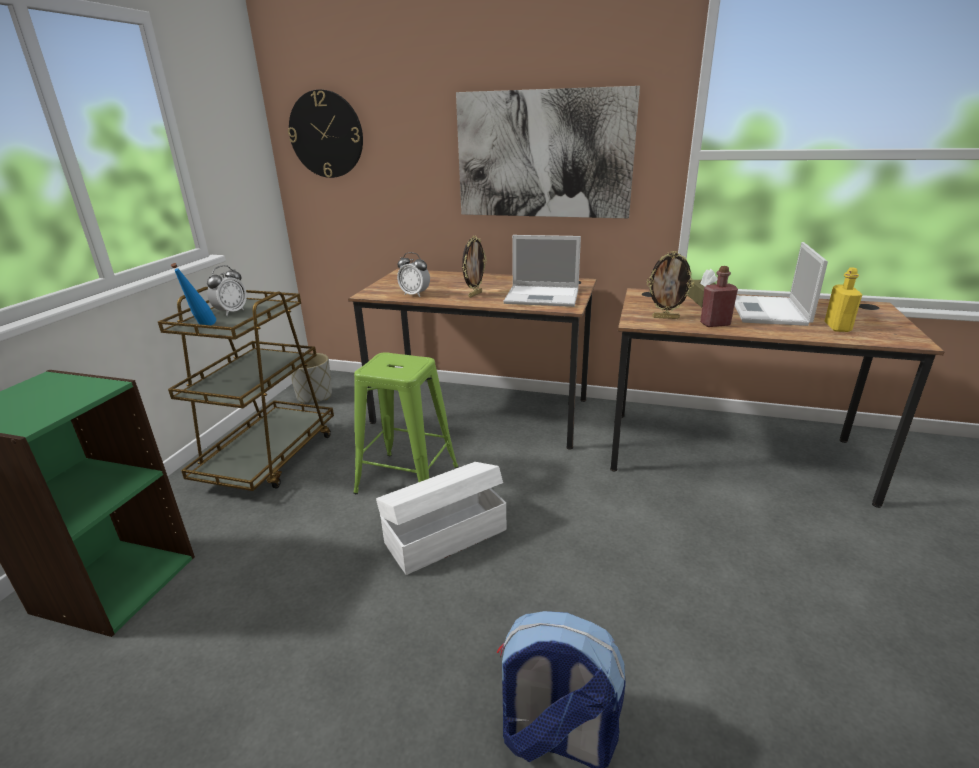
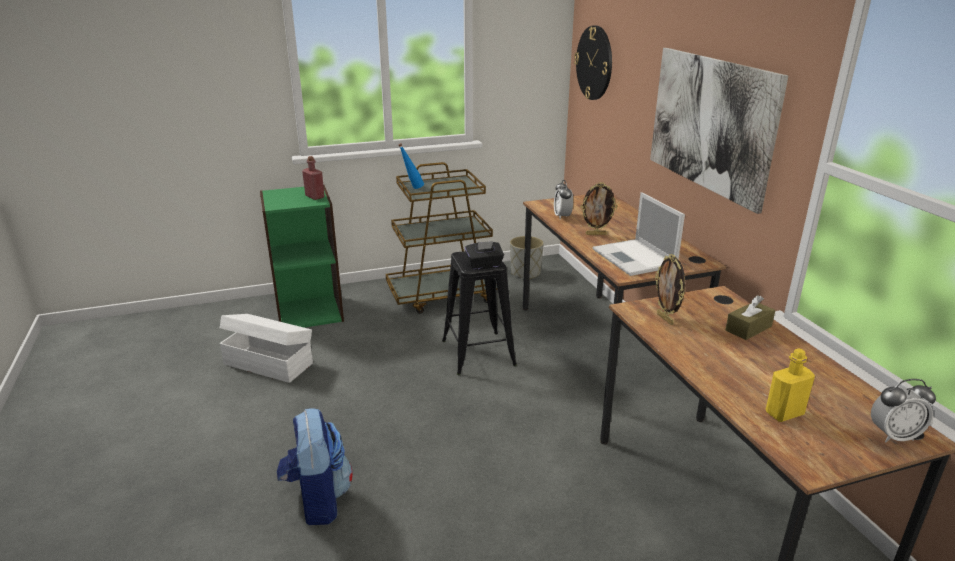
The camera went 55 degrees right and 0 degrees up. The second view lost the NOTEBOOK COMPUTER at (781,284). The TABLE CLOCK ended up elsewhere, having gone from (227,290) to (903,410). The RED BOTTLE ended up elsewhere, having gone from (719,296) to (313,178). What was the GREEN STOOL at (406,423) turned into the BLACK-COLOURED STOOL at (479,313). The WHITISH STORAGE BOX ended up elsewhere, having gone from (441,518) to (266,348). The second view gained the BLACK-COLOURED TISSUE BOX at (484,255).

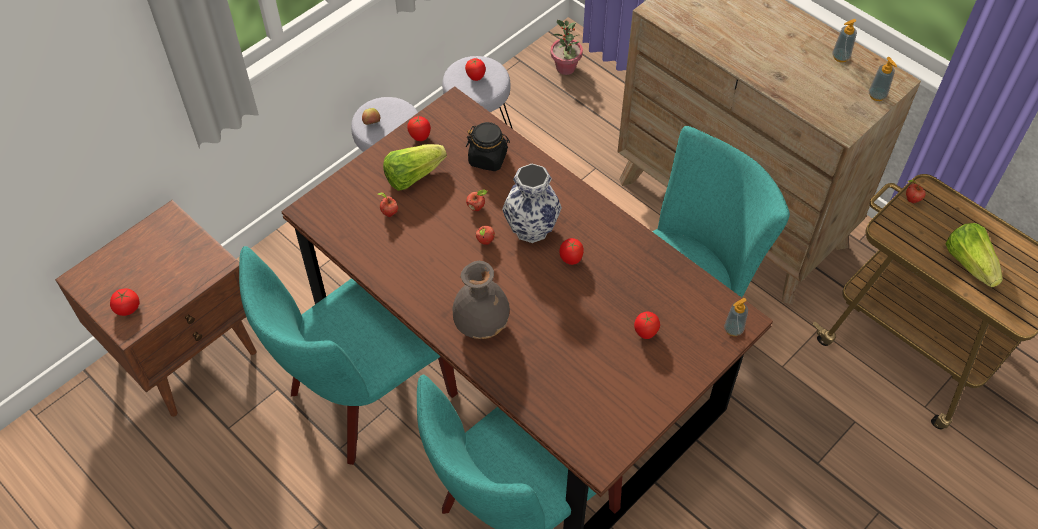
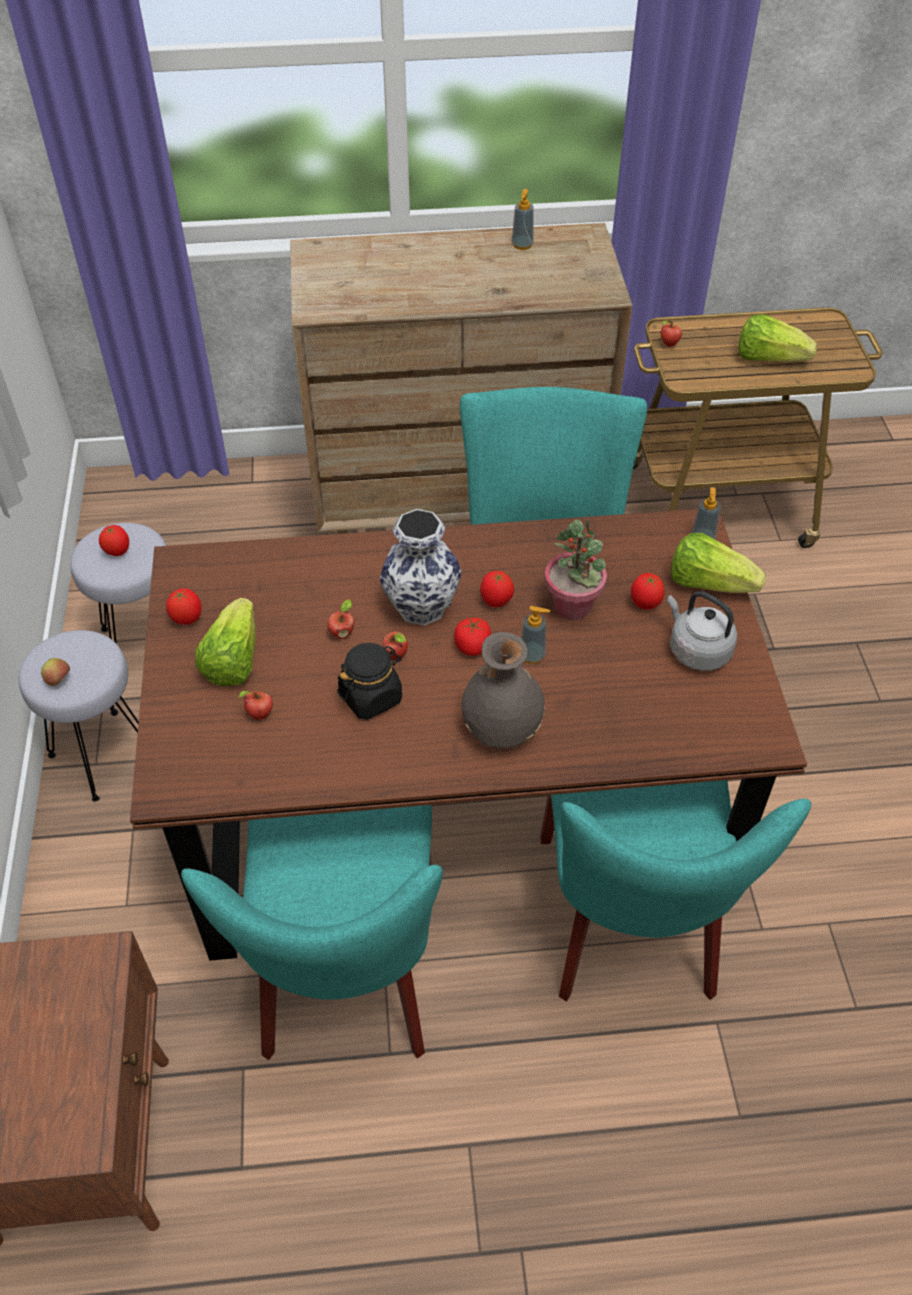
The camera went 50 degrees left and 5 degrees down. The PLANT IN A POT ended up elsewhere, having gone from (566,47) to (575,569). The LIQUID SOAP BOTTLE ended up elsewhere, having gone from (883,79) to (535,635). The BLACK-COLOURED JAR ended up elsewhere, having gone from (488,146) to (369,681). The WHOLE TOMATO ended up elsewhere, having gone from (125,302) to (472,637). The second view gained the LETTUCE at (718,563). The second view gained the GREY KETTLE at (702,631).

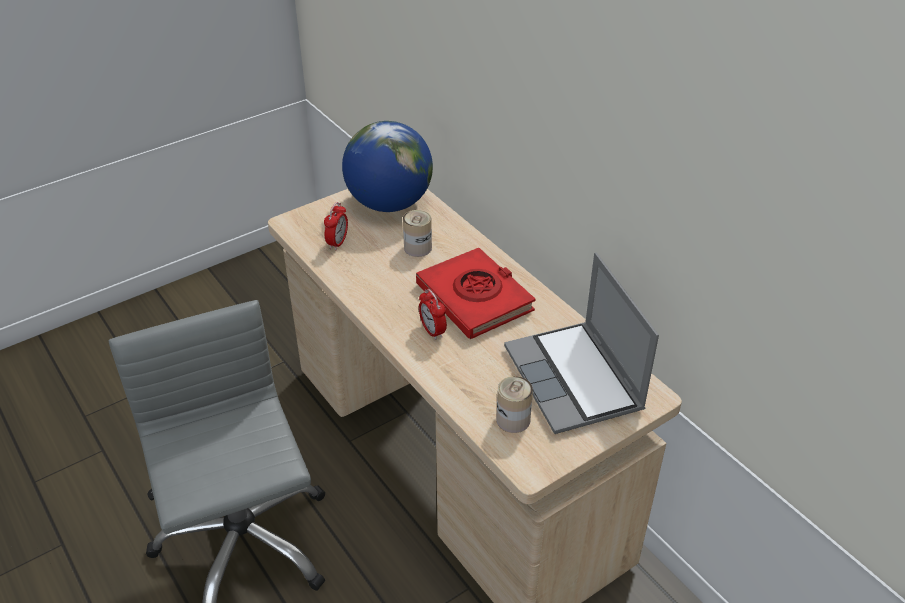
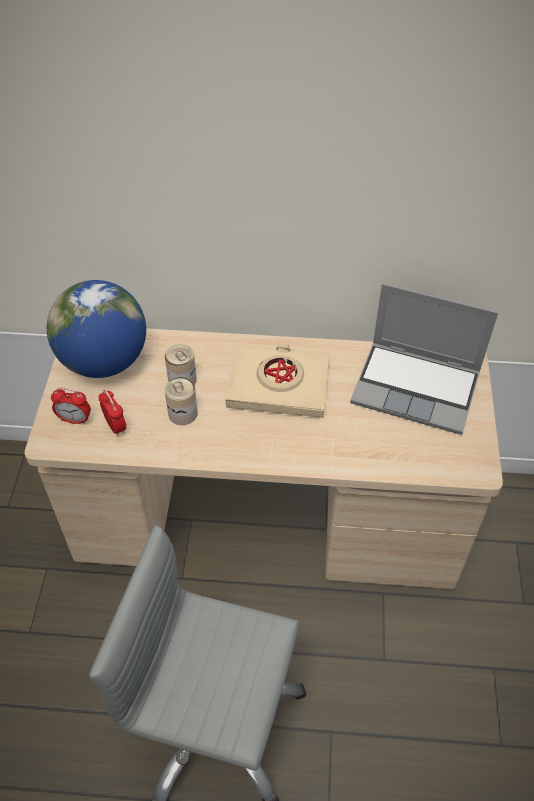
The camera went 50 degrees left and 10 degrees up. What was the RED BOUND BOOK at (476,293) turned into the SAND-COLOURED BOUND BOOK at (278,381). The TABLE CLOCK ended up elsewhere, having gone from (433,314) to (71,406). The METAL CAN ended up elsewhere, having gone from (514,404) to (181,401).

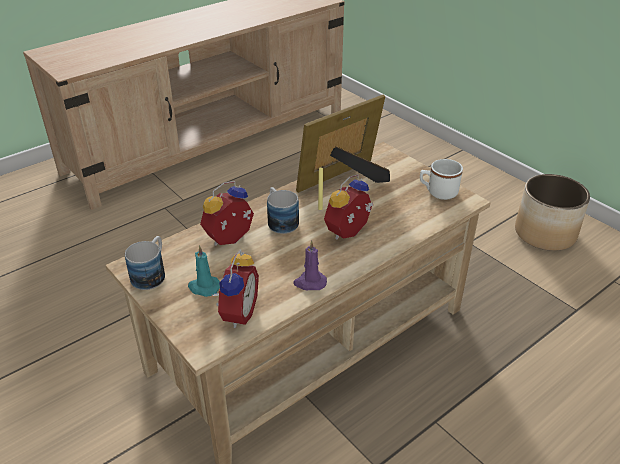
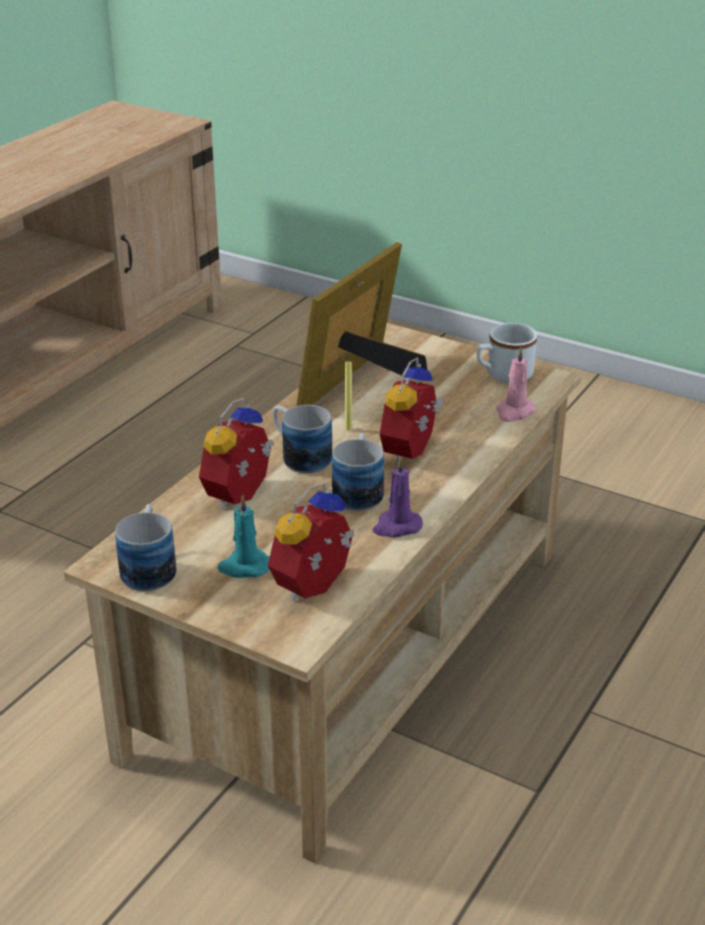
The camera went 20 degrees left and 5 degrees down. The second view lost the FLOWER POT at (552,212). The TABLE CLOCK at (235,288) ended up facing another way, 135 degrees counterclockwise from before. The second view gained the PINK CANDLE at (516,384). The second view gained the TEA MUG at (358,472).

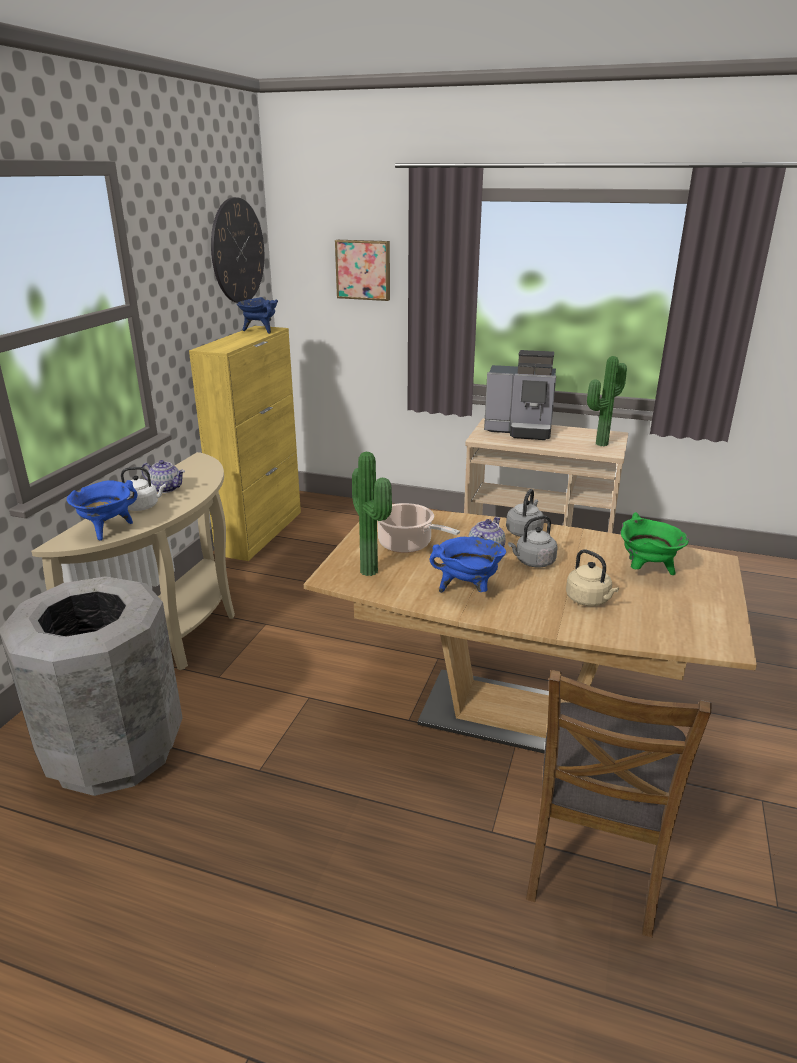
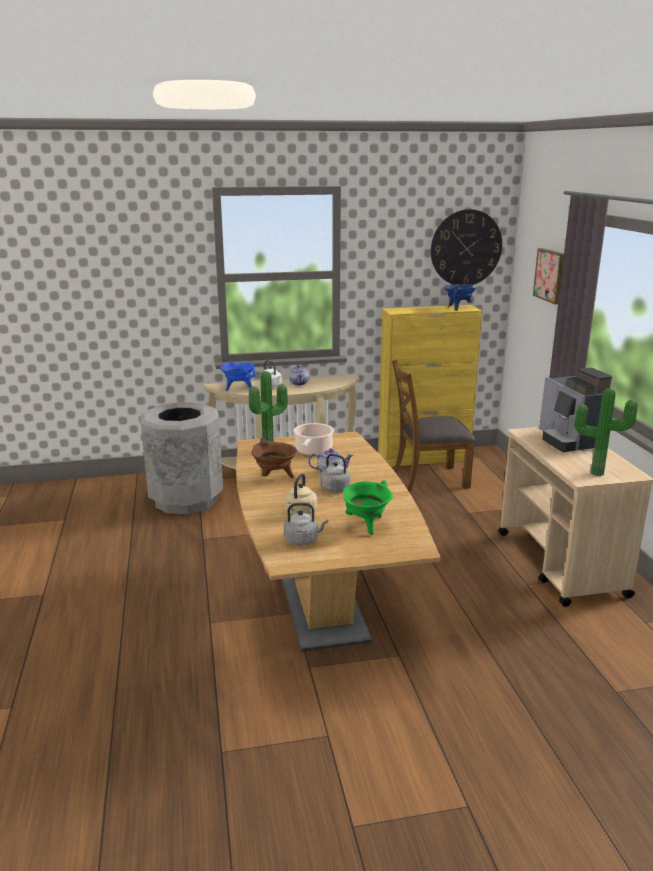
The camera went 60 degrees right and 5 degrees down. The GREY KETTLE ended up elsewhere, having gone from (525,513) to (306,524). What was the BLUISH STOCKPOT at (468,565) turned into the BROWN STOCKPOT at (274,458). The BROWN PLAIN CHAIR ended up elsewhere, having gone from (619,804) to (434,426).

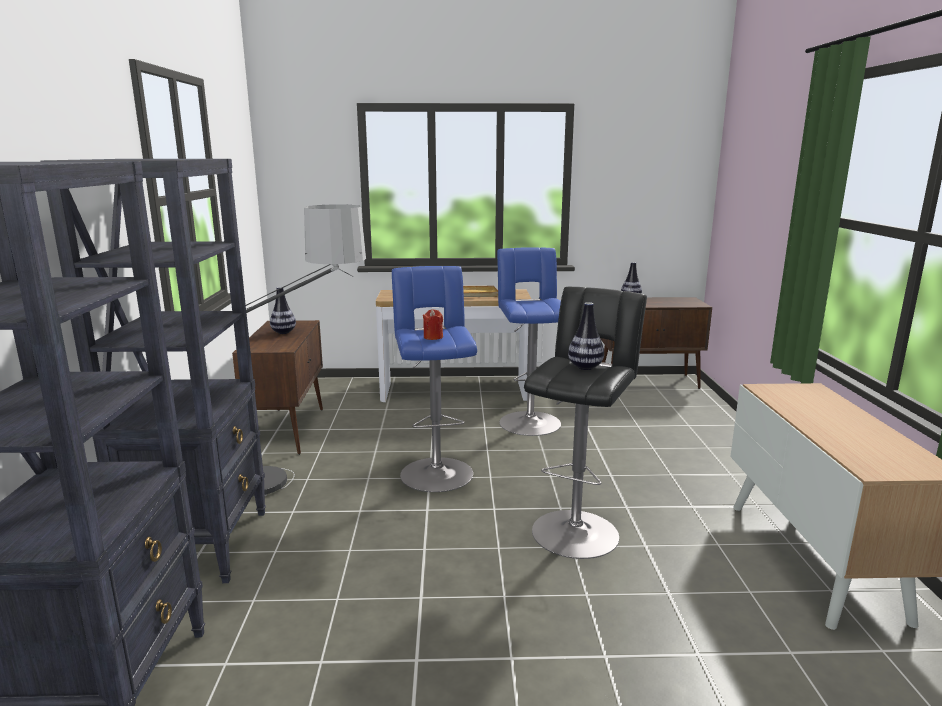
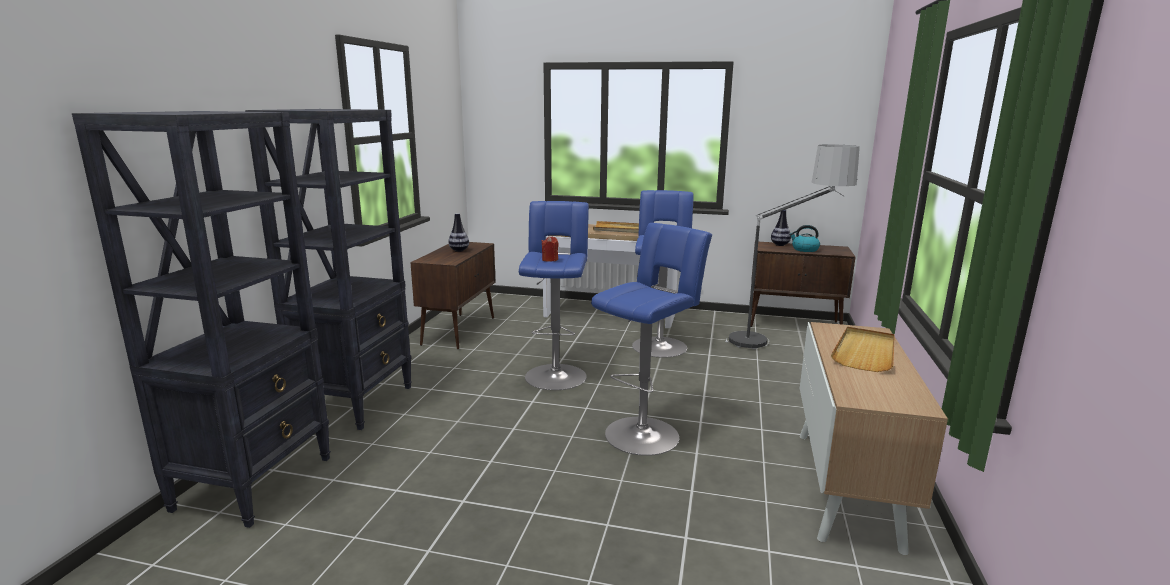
The camera went 15 degrees right and 0 degrees up. The STANDING LAMP ended up elsewhere, having gone from (306,350) to (792,246). What was the BLACK-COLOURED STOOL at (585,423) turned into the BLUISH STOOL at (651,339). The second view lost the VASE at (586,336). The second view gained the KETTLE at (804,238). The second view gained the SAND-COLOURED TRAY at (863,349).

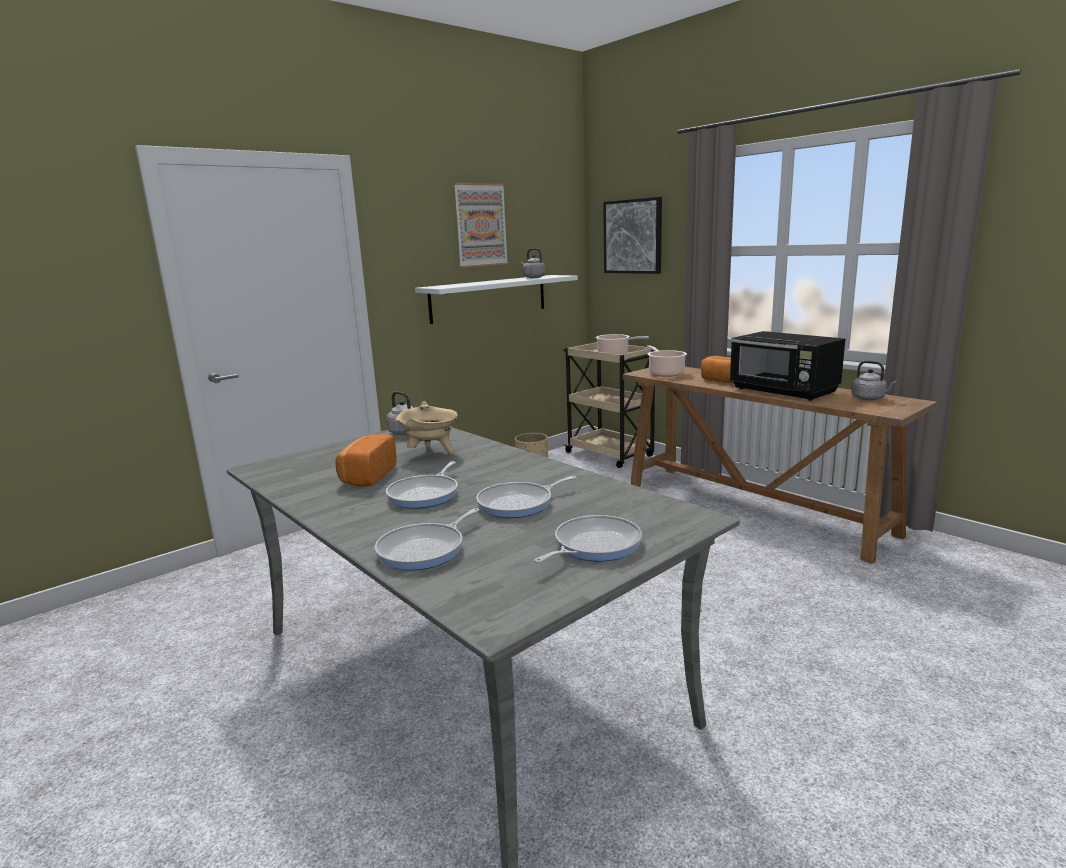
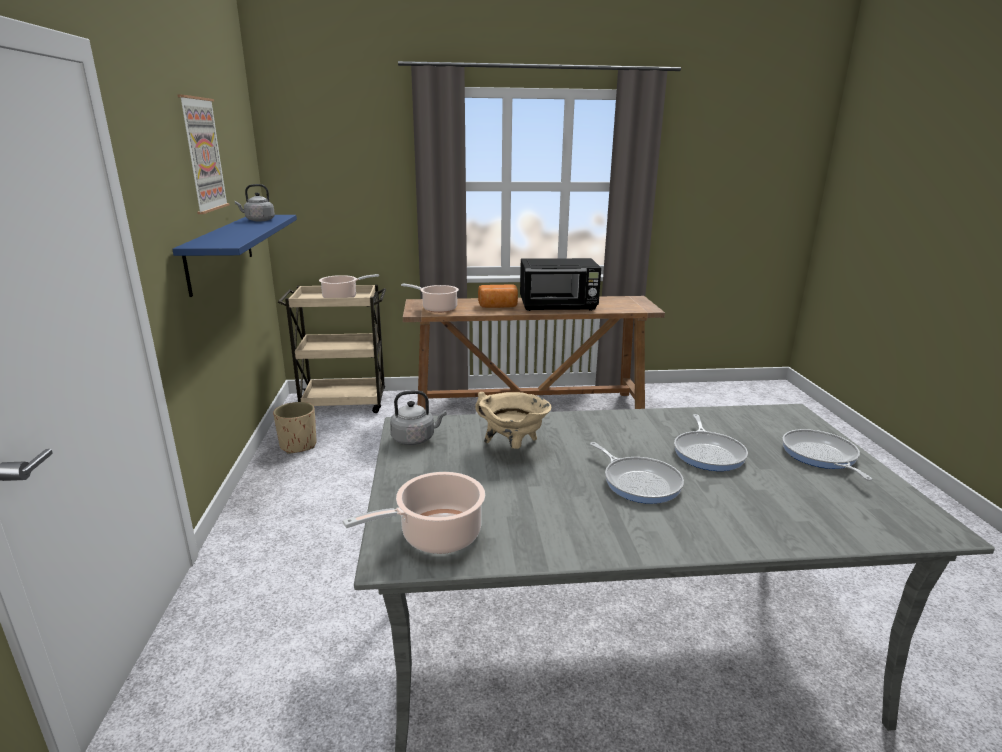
The camera went 55 degrees left and 5 degrees up. The second view lost the WALL PICTURE at (632,235). What was the WHITISH BRACKET SHELF at (496,299) turned into the BLUISH BRACKET SHELF at (234,256). The second view lost the GREY KETTLE at (874,380). The second view lost the BAKERY BREAD at (366,460). The second view lost the FRYING PAN at (427,539). The second view gained the STOCKPOT at (414,513).

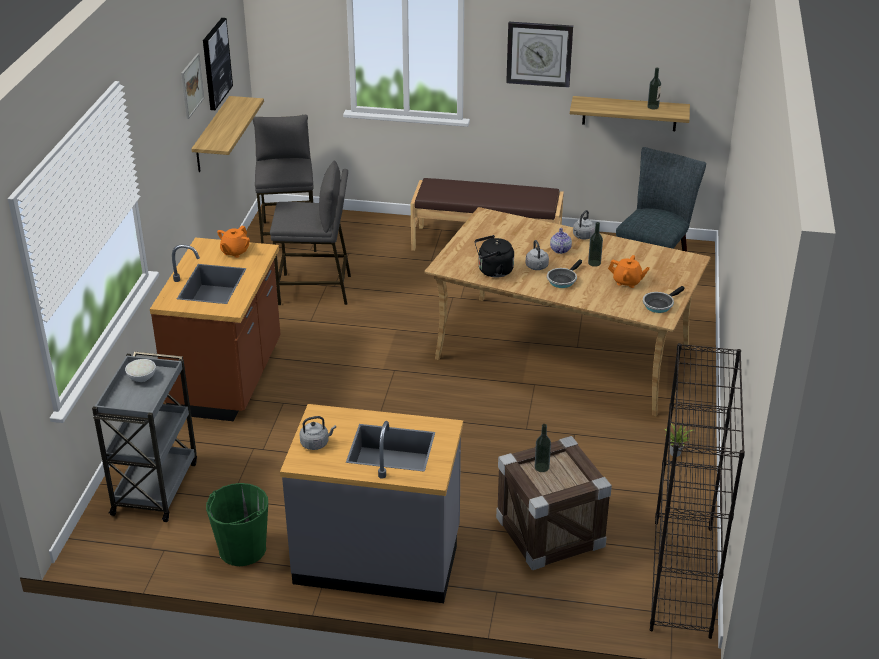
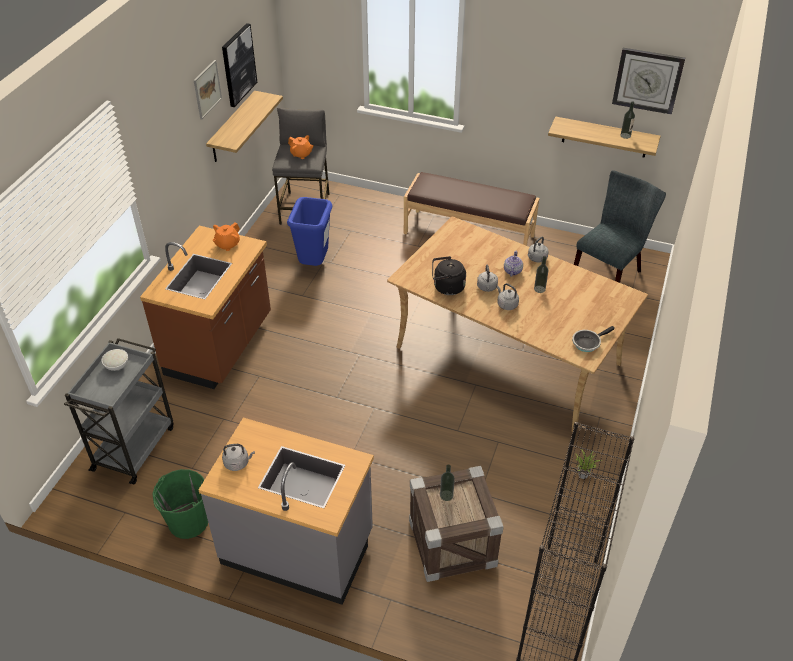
The camera went 10 degrees right and 10 degrees up. The WALL CLOCK ended up elsewhere, having gone from (539,55) to (648,81). Where the GREY STOOL stood at (310,232), the BLUISH TRASH CAN came to stand at (309,231). The ORANGE-COLOURED POT FOR TEA ended up elsewhere, having gone from (629,271) to (301,147). Where the FRYING PAN stood at (564,273), the GREY KETTLE came to stand at (508,296).

